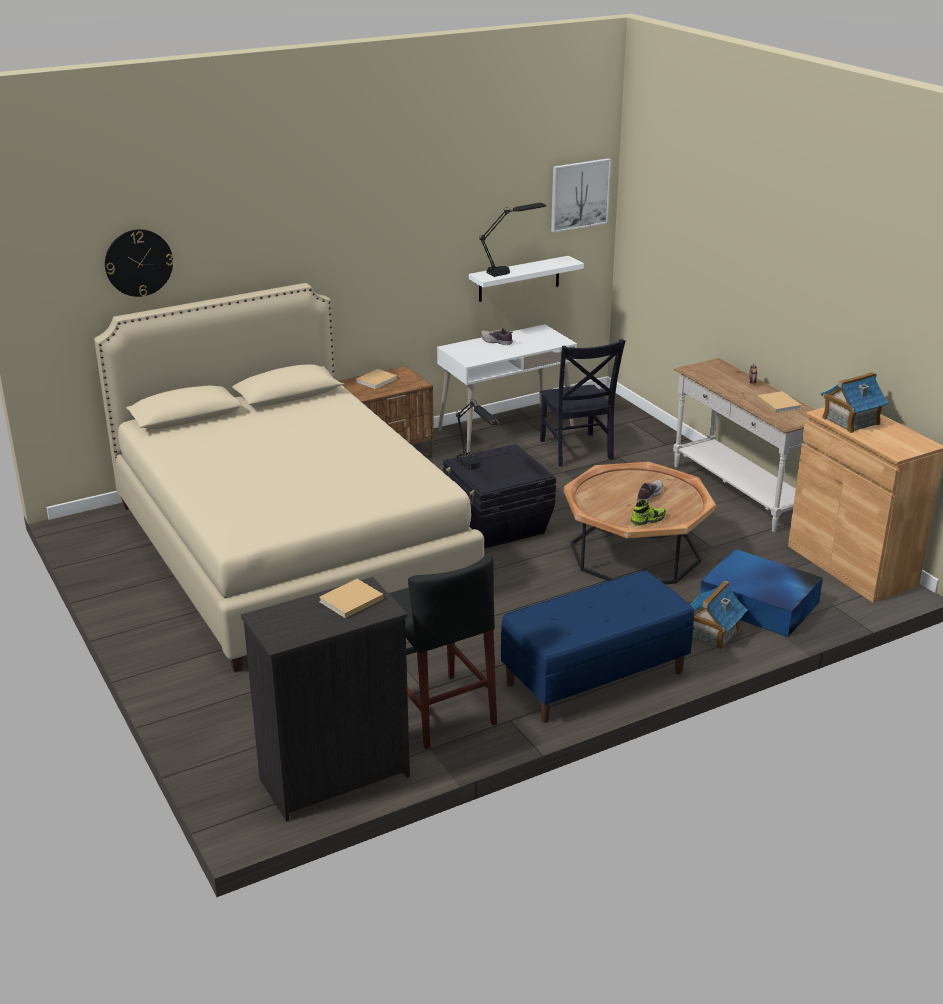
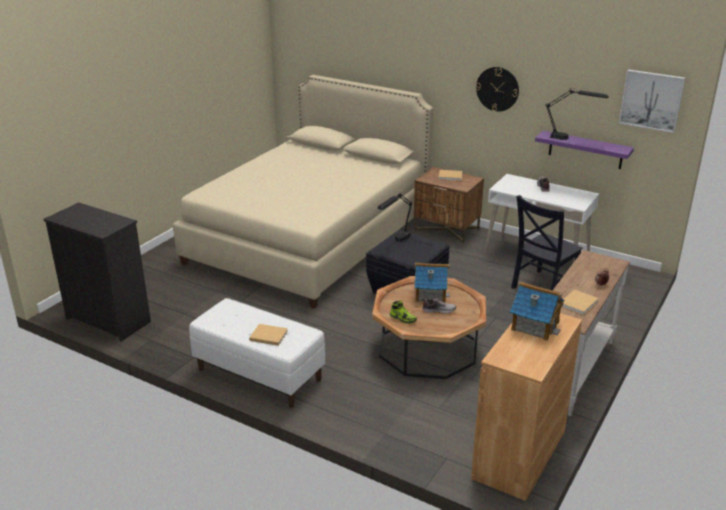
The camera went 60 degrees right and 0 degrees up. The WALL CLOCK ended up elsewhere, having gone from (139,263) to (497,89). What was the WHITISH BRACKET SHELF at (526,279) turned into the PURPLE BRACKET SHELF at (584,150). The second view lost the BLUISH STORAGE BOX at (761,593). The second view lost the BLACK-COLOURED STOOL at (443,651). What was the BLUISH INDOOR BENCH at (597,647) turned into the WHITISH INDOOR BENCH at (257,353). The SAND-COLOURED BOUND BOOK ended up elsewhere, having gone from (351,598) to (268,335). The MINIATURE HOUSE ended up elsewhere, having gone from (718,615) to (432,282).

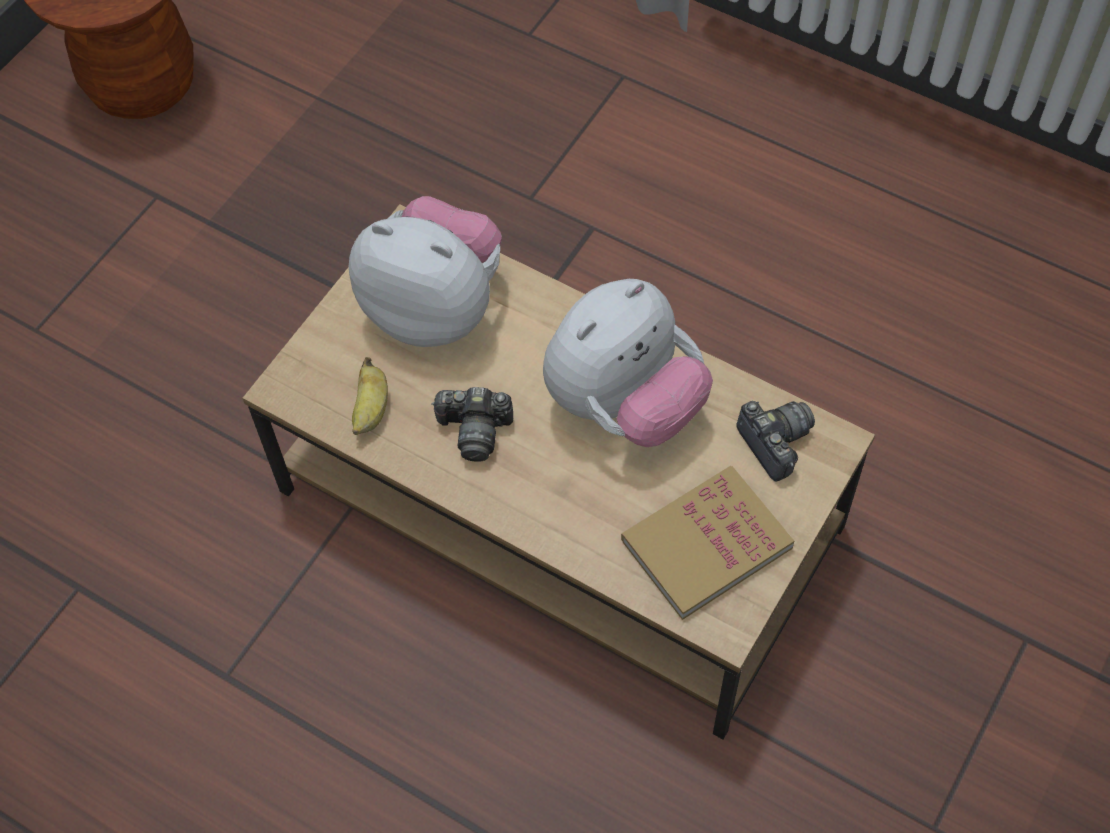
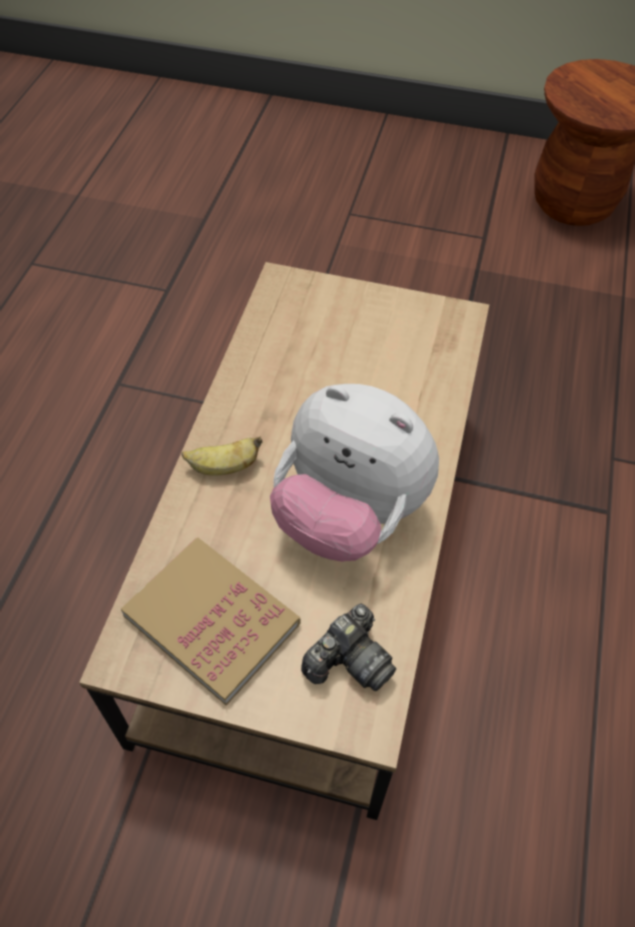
The camera went 70 degrees right and 5 degrees down. The second view lost the PLUSH TOY at (425,271). The BANANA FRUIT ended up elsewhere, having gone from (370,396) to (221,456). The second view lost the STILL CAMERA at (472,424).

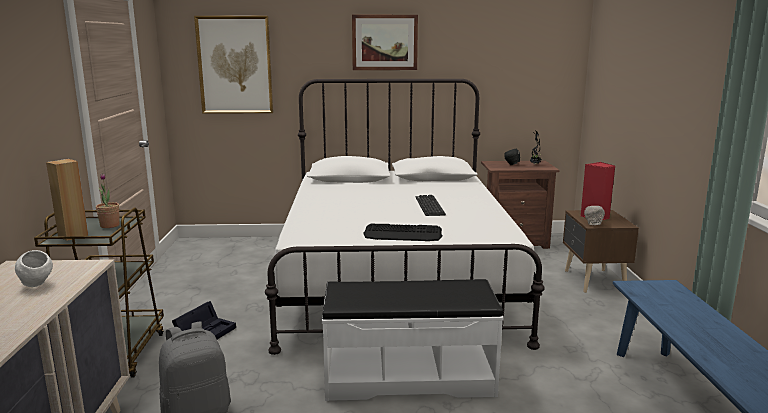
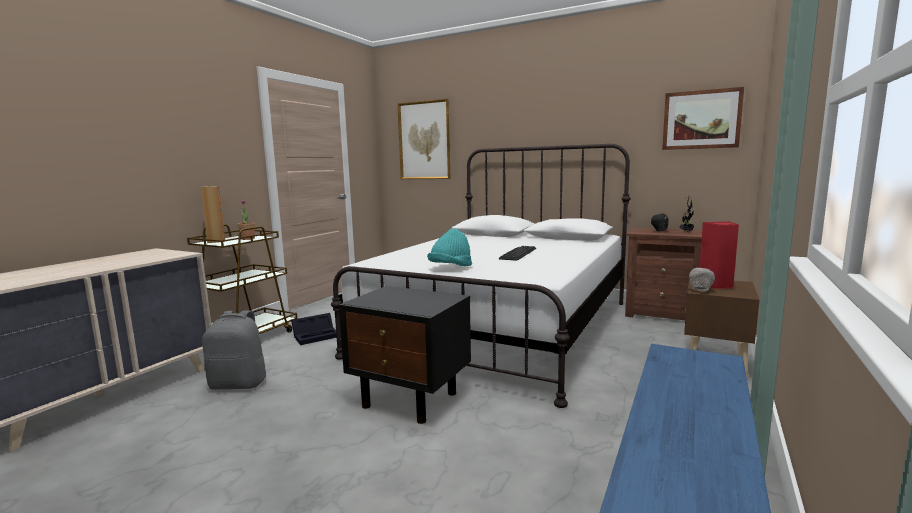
The camera went 30 degrees right and 5 degrees down. The WALL PICTURE ended up elsewhere, having gone from (385,42) to (703,118). Where the KEYBOARD stood at (402,232), the TURQUOISE HAT came to stand at (449,247). The second view lost the WHITISH BOWL at (34,268). Where the WHITISH INDOOR BENCH stood at (413,340), the BLACK-COLOURED NIGHTSTAND came to stand at (405,355).

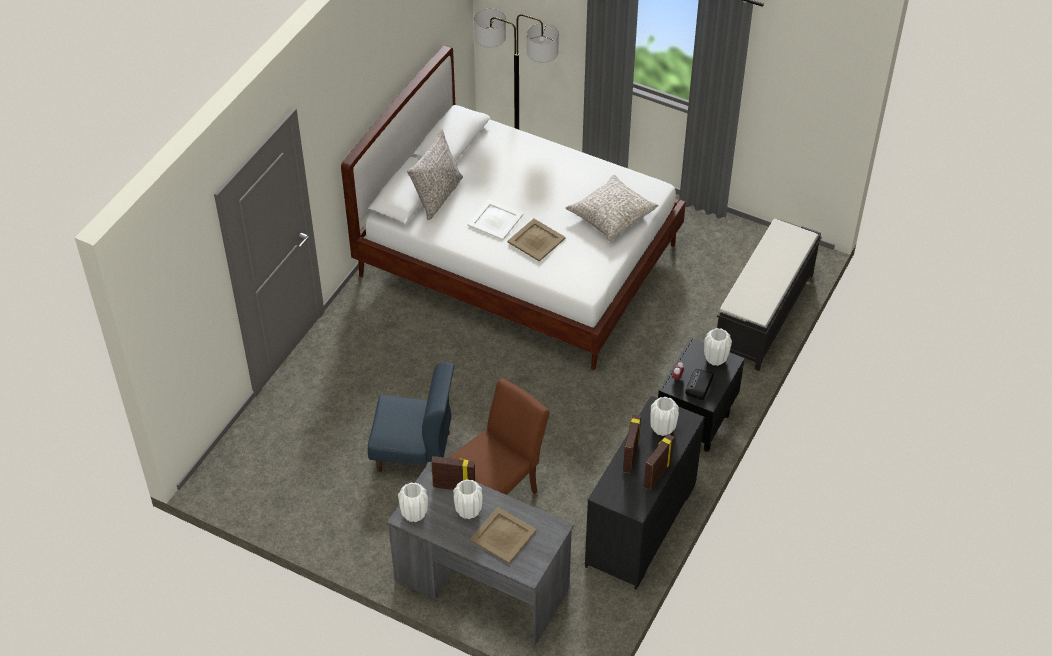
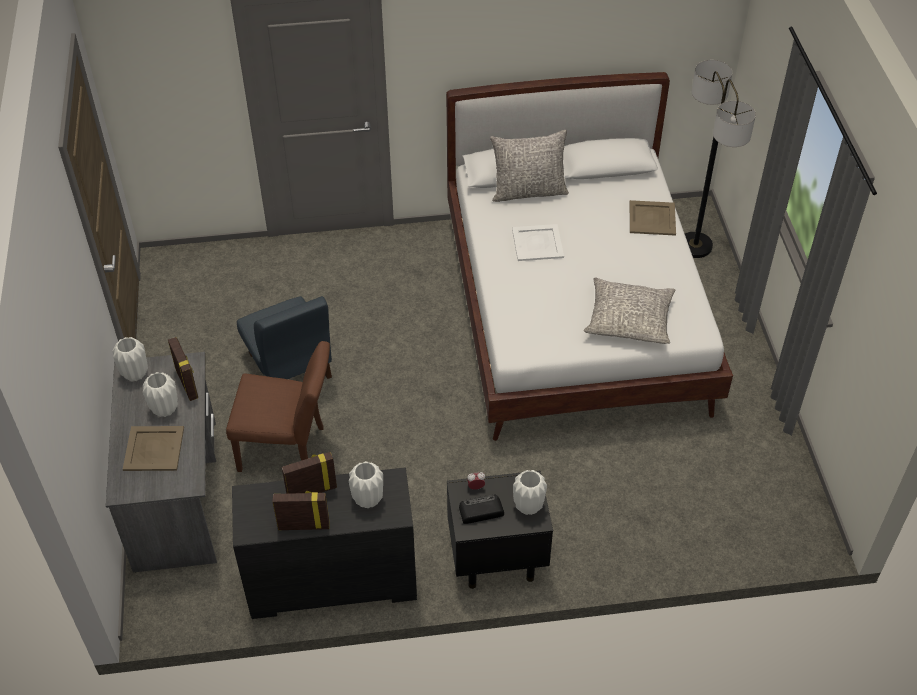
The camera went 55 degrees right and 0 degrees up. The SAND-COLOURED TRAY ended up elsewhere, having gone from (536,240) to (653,218). The second view lost the BLACK-COLOURED INDOOR BENCH at (769,295).

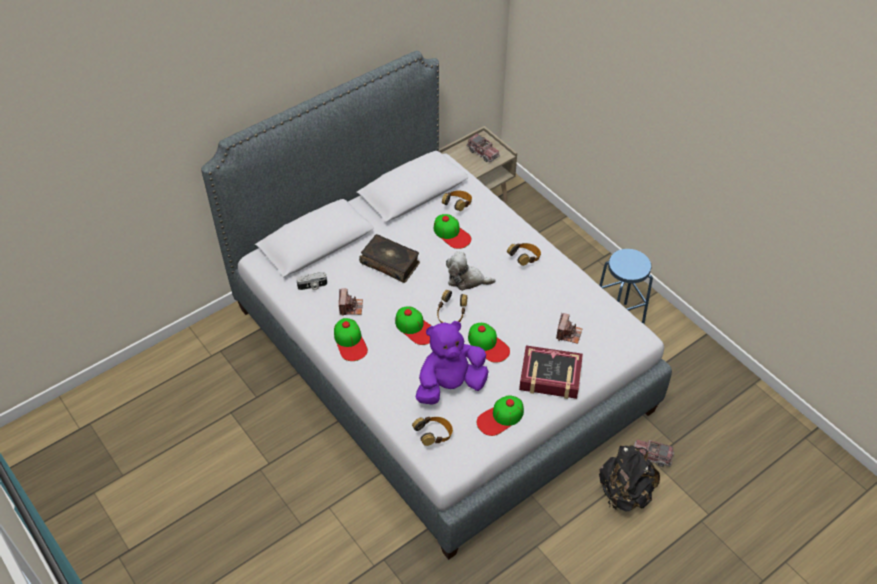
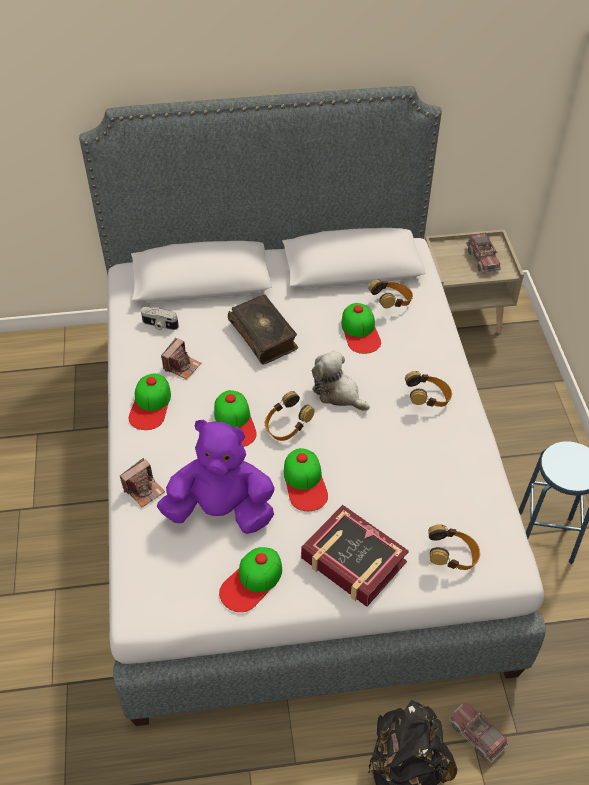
The camera went 30 degrees right and 0 degrees up. The STILL CAMERA ended up elsewhere, having gone from (569,328) to (142,482). The BASEBALL CAP at (500,415) ended up facing another way, 45 degrees counterclockwise from before. The HEADSET ended up elsewhere, having gone from (432,431) to (454,547).

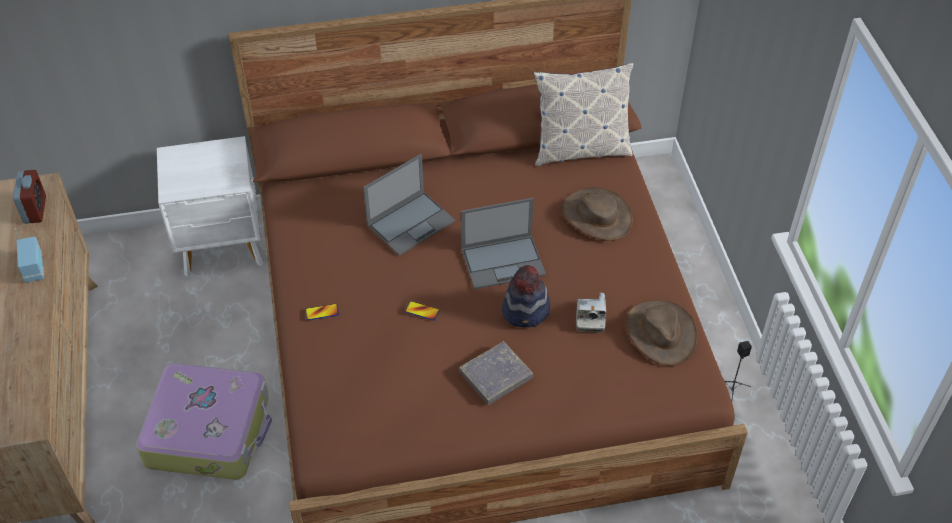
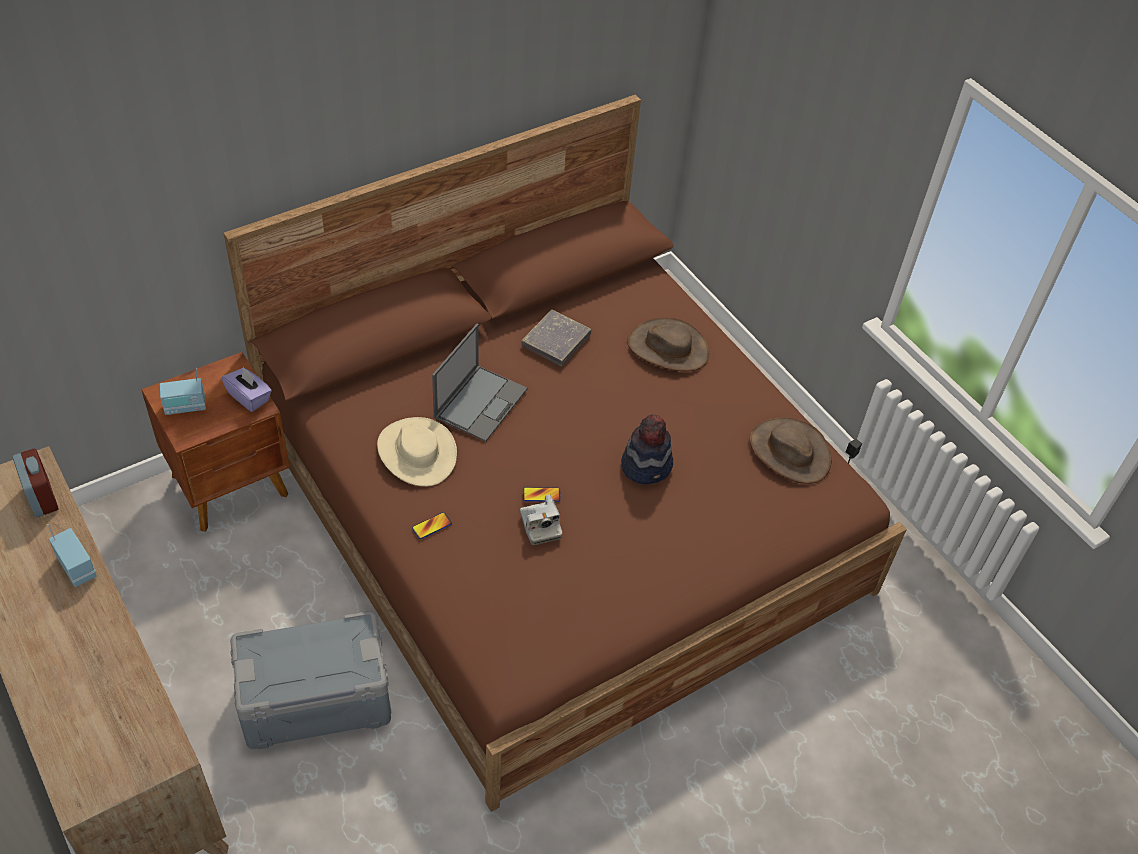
The camera went 25 degrees left and 0 degrees up. The second view lost the CUSHION at (584,114). What was the WHITISH NIGHTSTAND at (210,206) turned into the BROWN NIGHTSTAND at (216,442). The second view lost the NOTEBOOK COMPUTER at (503,243). The STILL CAMERA ended up elsewhere, having gone from (591,313) to (541,519). The GREY BOUND BOOK ended up elsewhere, having gone from (496,373) to (556,338). Where the PIECE OF LUGGAGE stood at (204,421), the GREY STORAGE BOX came to stand at (310,680). The second view gained the PURPLE TISSUE BOX at (247,389). The second view gained the RADIO SET at (183,391). The second view gained the SAND-COLOURED HAT at (417,451).

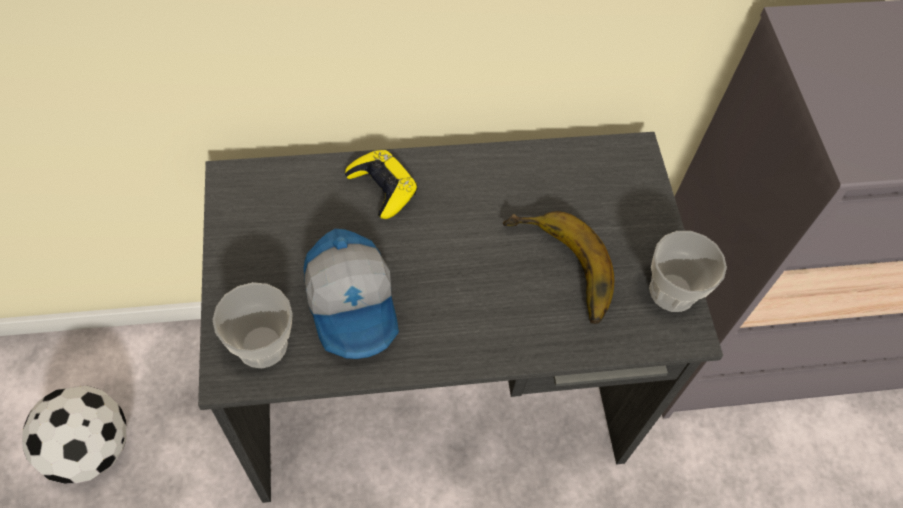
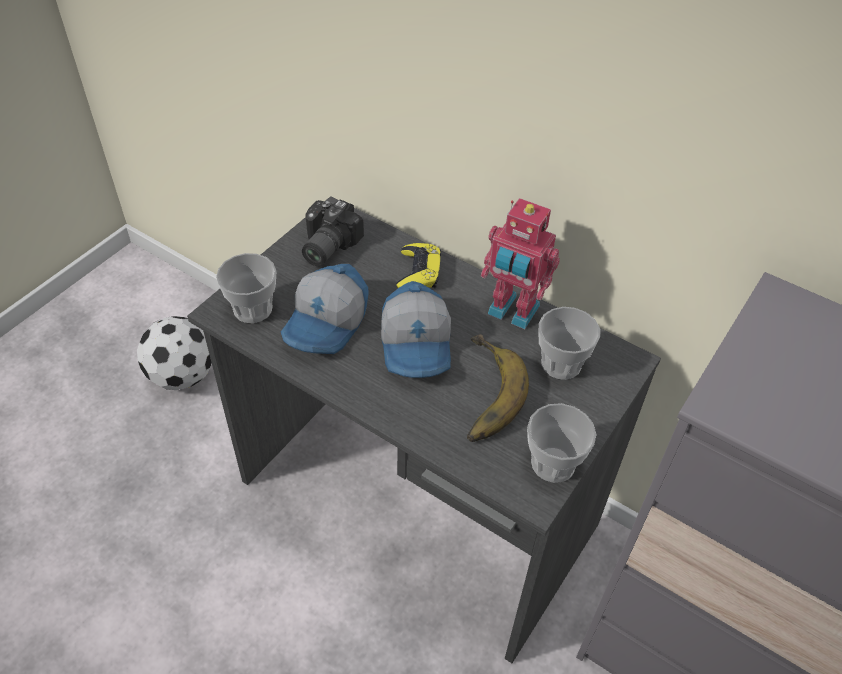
The camera went 45 degrees right and 10 degrees down. The second view gained the ROBOT FIGURE at (520,263). The second view gained the STILL CAMERA at (333,233). The second view gained the BASEBALL CAP at (416,329). The second view gained the CUP at (569,343).

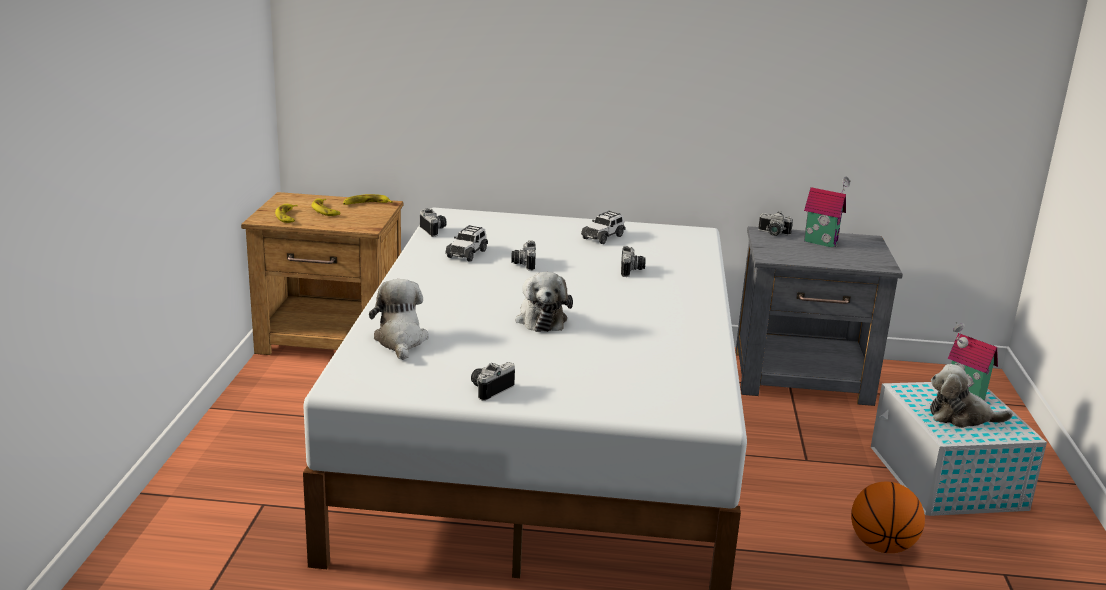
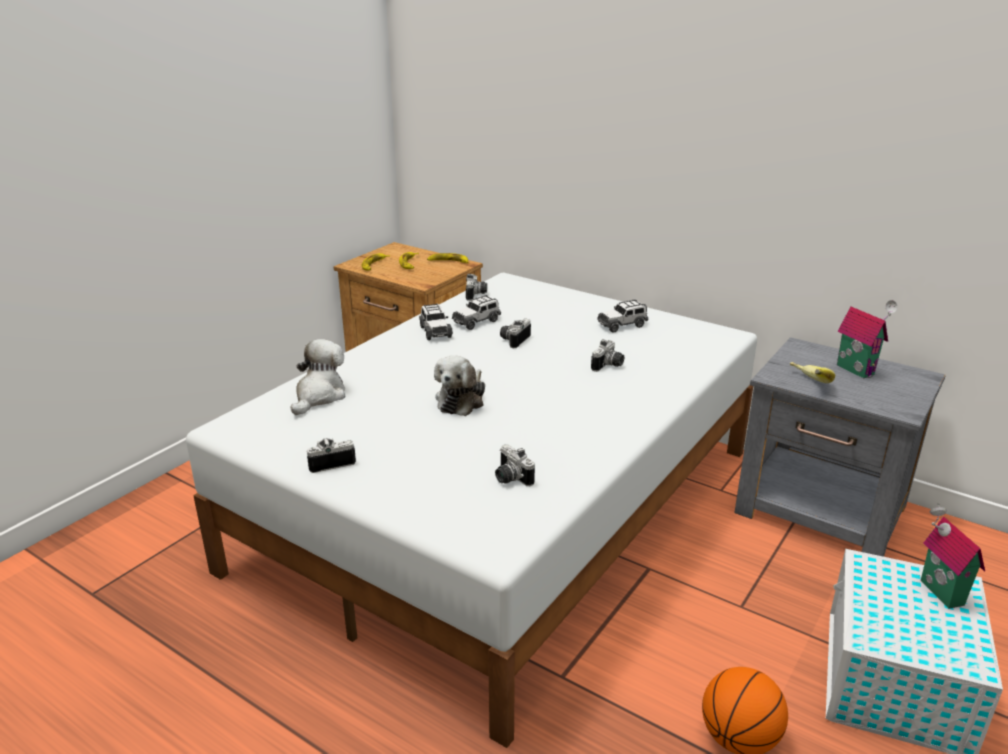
The camera went 30 degrees right and 5 degrees up. The STILL CAMERA ended up elsewhere, having gone from (775,223) to (515,465). The second view lost the PLUSH TOY at (971,396). The second view gained the MINIATURE CAR at (436,321). The second view gained the BANANA FRUIT at (812,372).

